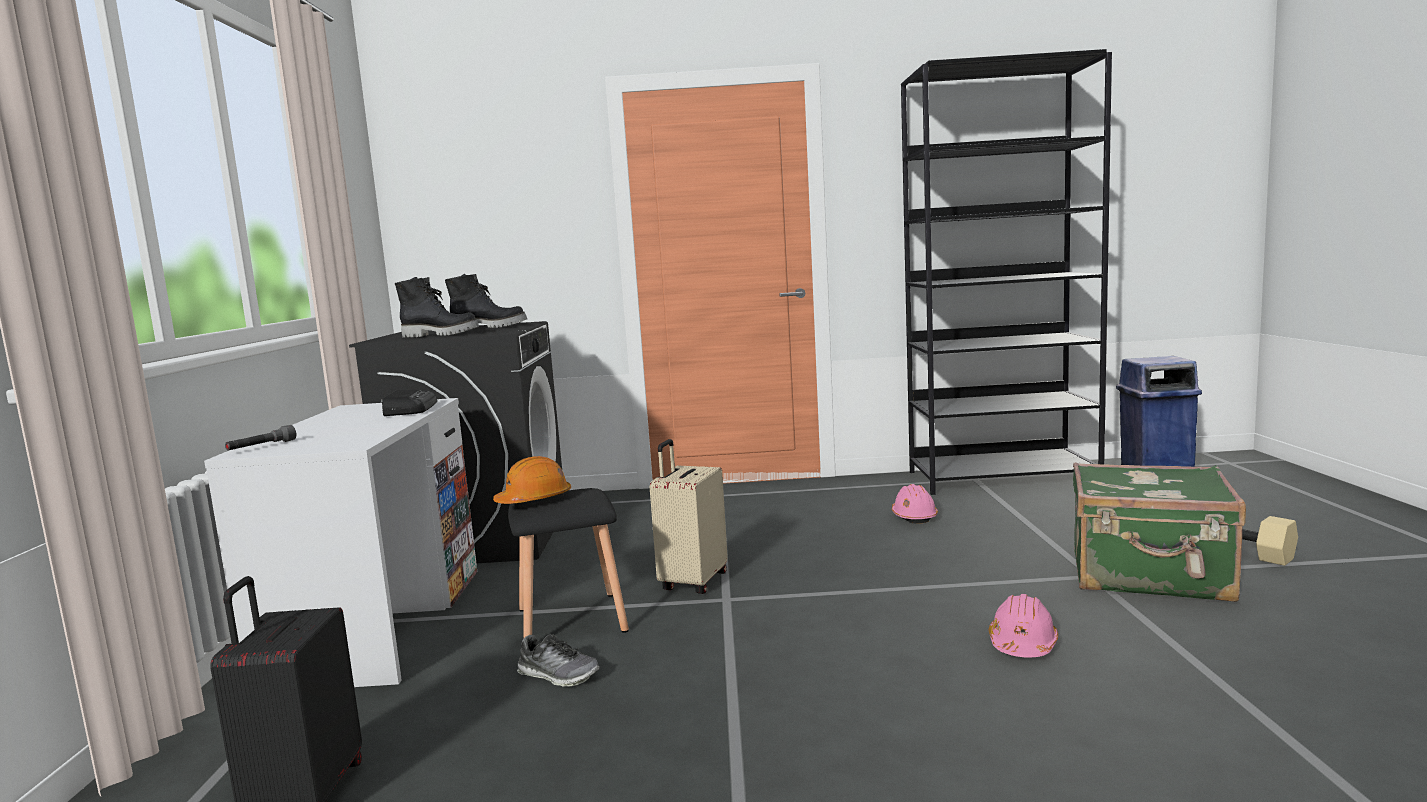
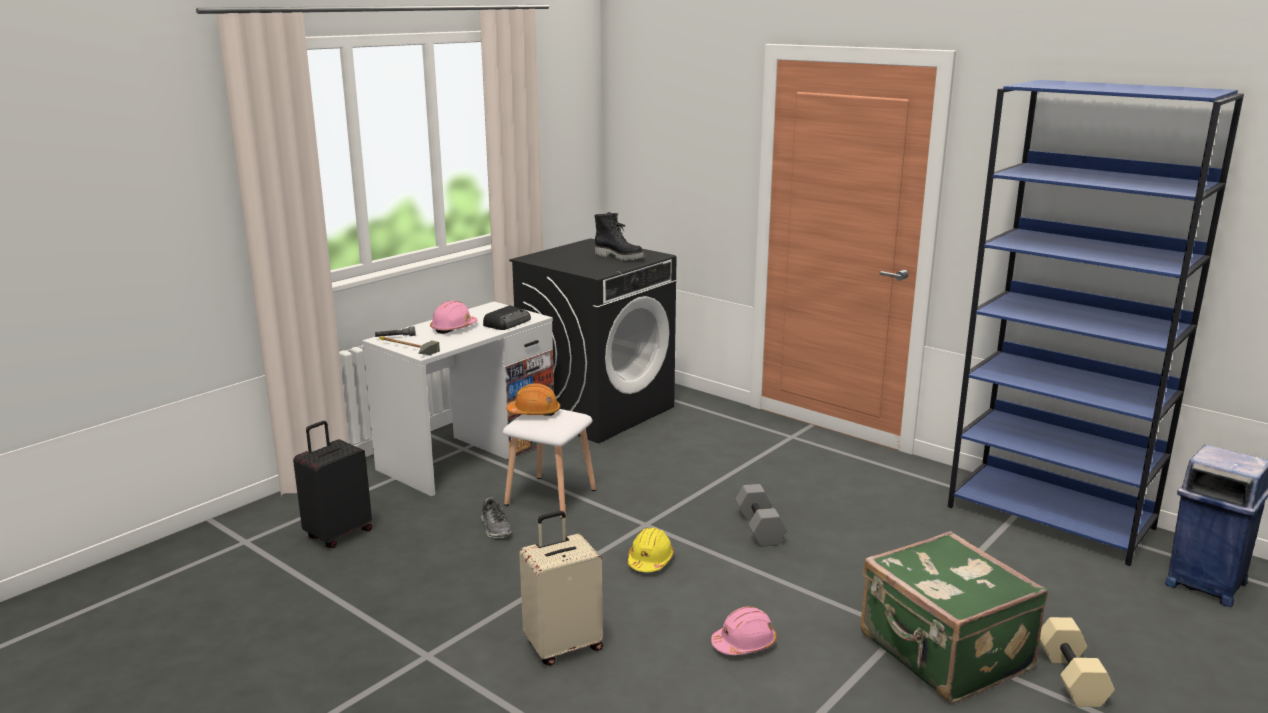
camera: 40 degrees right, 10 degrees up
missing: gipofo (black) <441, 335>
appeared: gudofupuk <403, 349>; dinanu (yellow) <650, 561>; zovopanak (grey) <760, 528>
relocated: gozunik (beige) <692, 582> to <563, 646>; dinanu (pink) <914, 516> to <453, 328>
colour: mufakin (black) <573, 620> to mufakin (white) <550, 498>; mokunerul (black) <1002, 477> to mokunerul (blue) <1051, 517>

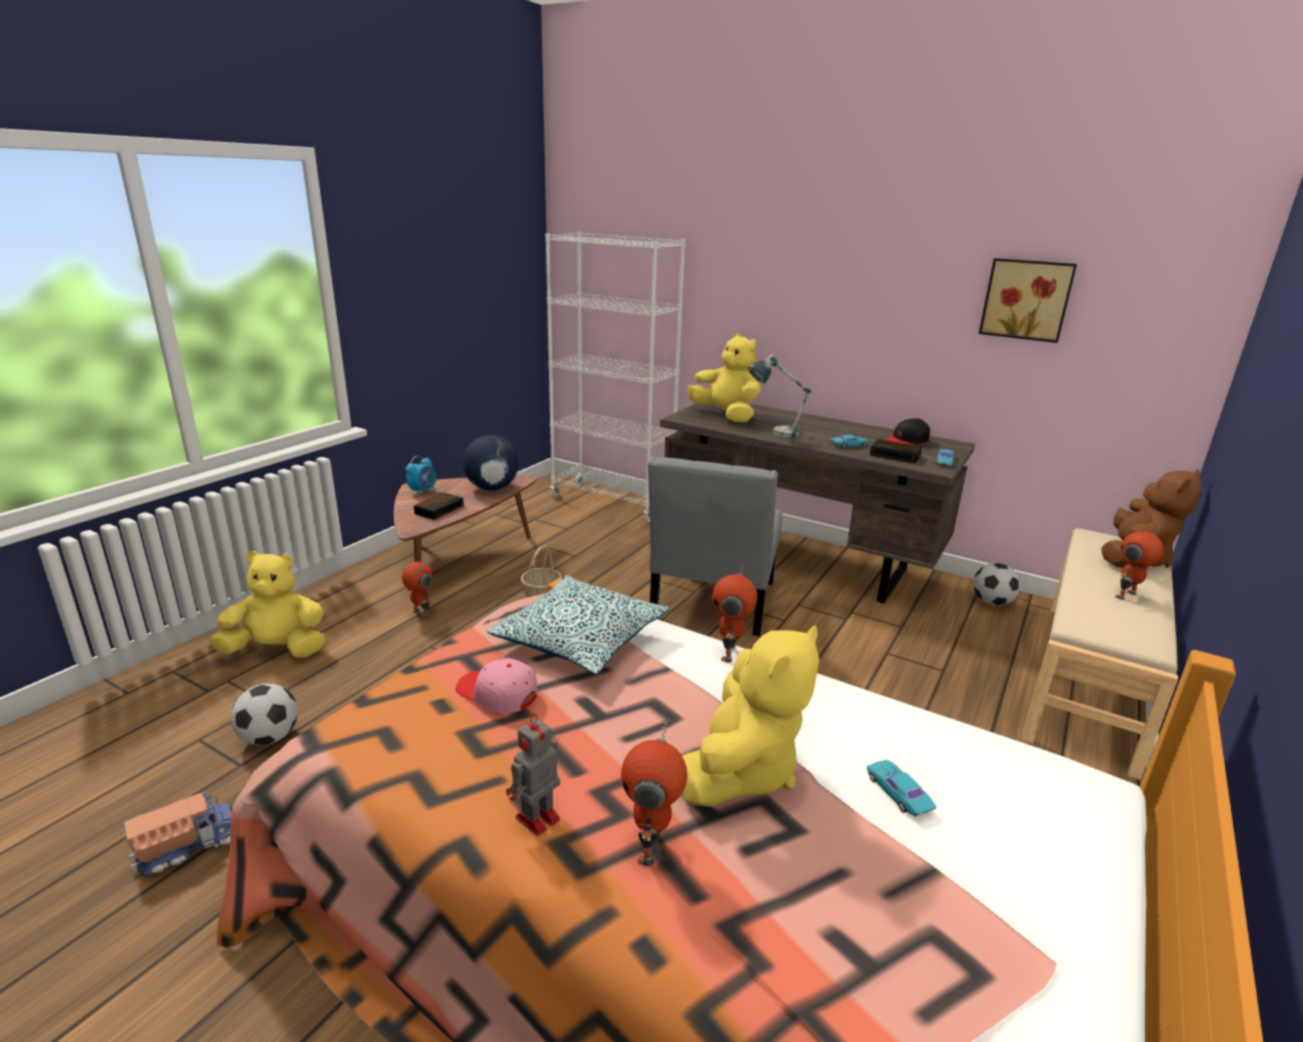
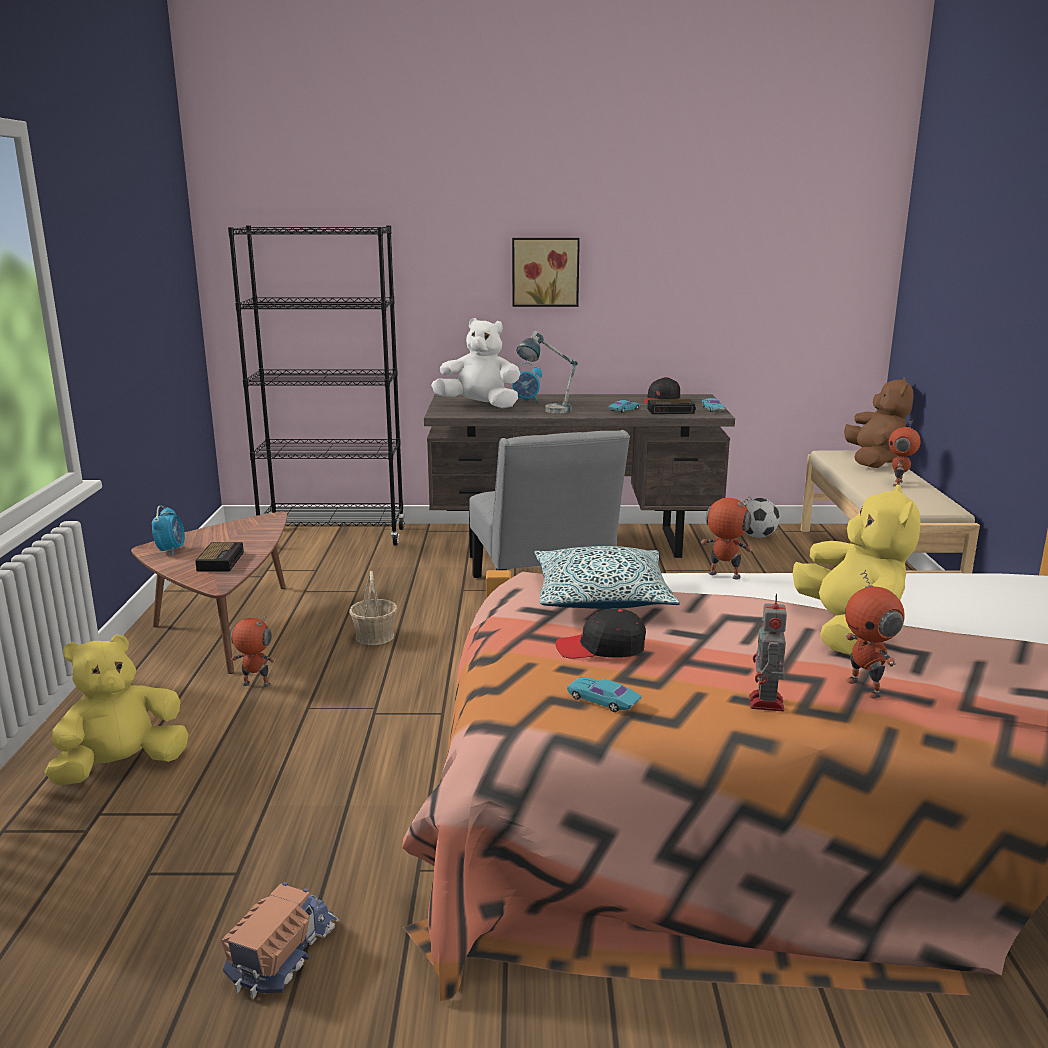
camera: 30 degrees left, 5 degrees down
missing: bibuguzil <270, 738>; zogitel <492, 488>
appeared: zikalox <526, 400>
relocated: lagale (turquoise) <898, 793> to <603, 700>; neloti <1026, 299> to <545, 272>
colour: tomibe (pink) <497, 693> to tomibe (black) <601, 648>; mokunerul (white) <612, 502> to mokunerul (black) <334, 537>; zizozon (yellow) <726, 415> to zizozon (white) <480, 406>
spun: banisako <730, 653> = <723, 576> 135 degrees clockwise

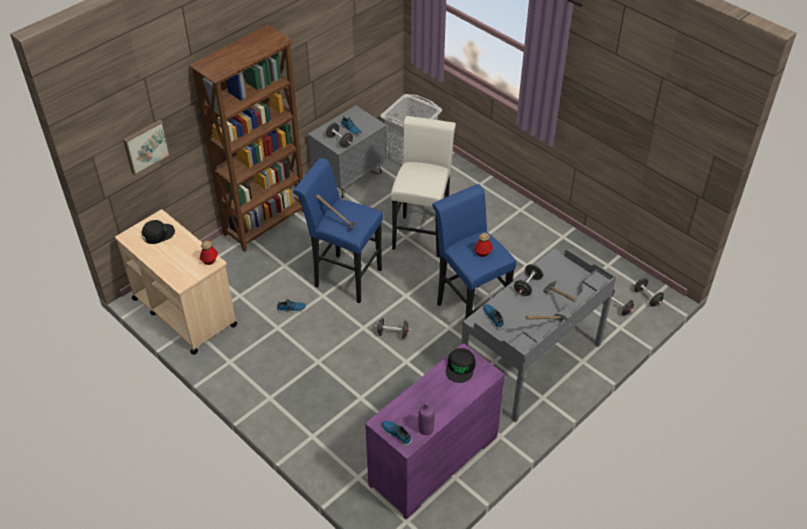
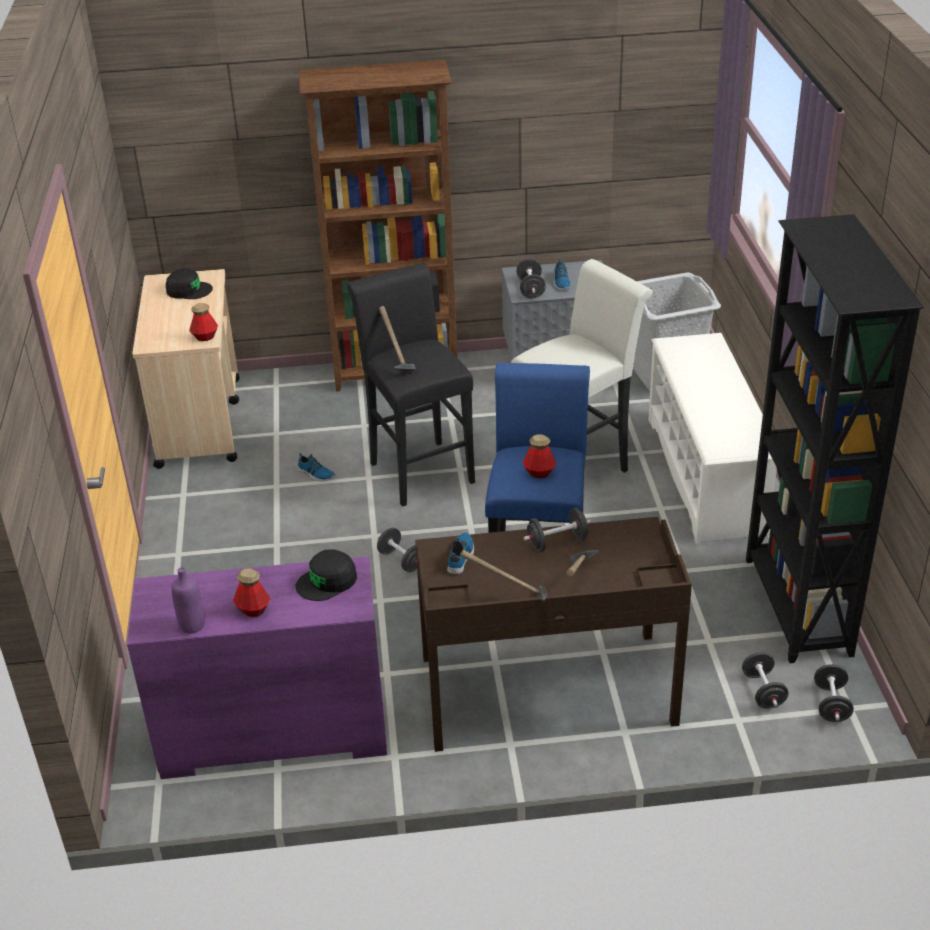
camera: 40 degrees right, 10 degrees down
missing: neloti <145, 146>; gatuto <397, 433>
appeared: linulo <253, 610>; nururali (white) <706, 475>; mokunerul (black) <796, 607>
colour: mufakin (blue) <343, 276> to mufakin (black) <418, 468>; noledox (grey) <531, 362> to noledox (brown) <547, 691>

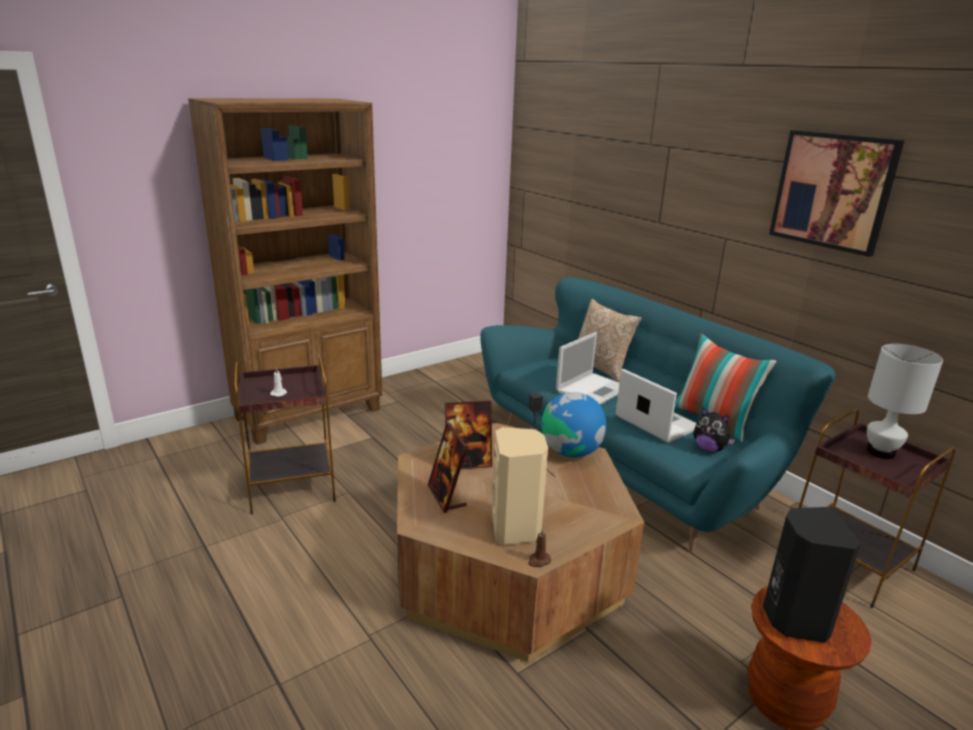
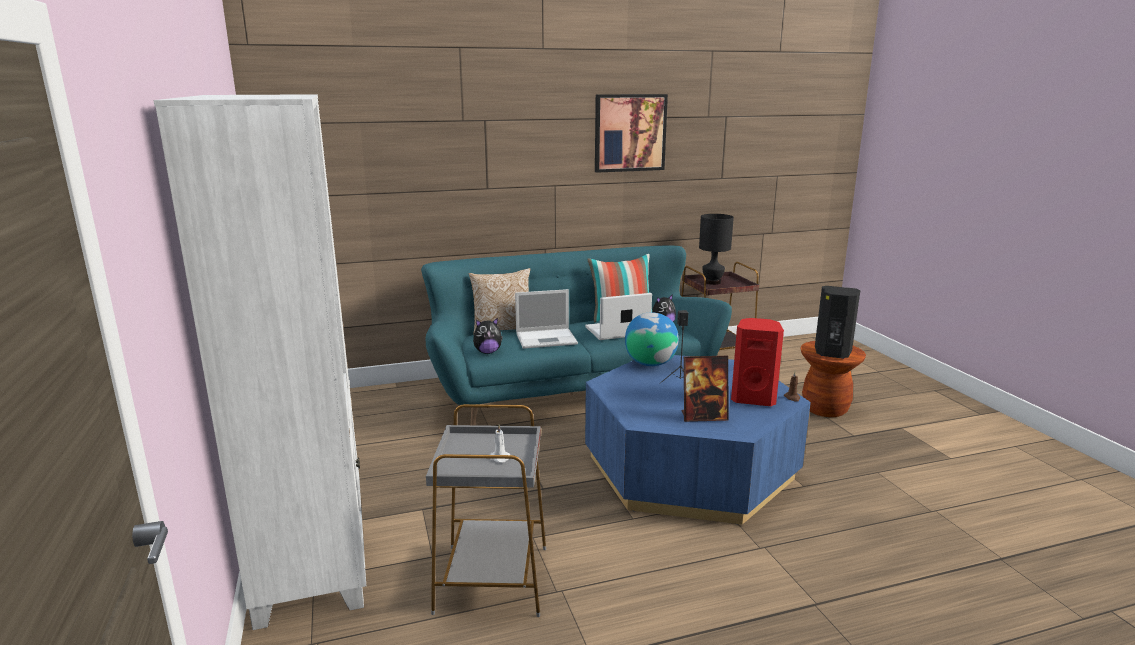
camera: 70 degrees left, 5 degrees down
missing: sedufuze <467, 463>
appeared: zizozon <487, 352>
colour: mokunerul (brown) <310, 414> to mokunerul (white) <314, 552>; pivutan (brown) <293, 485> to pivutan (grey) <493, 578>; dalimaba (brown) <508, 568> to dalimaba (blue) <689, 468>; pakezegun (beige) <516, 528> to pakezegun (red) <753, 398>; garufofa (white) <881, 452> to garufofa (black) <712, 282>
spun: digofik <593, 389> = <547, 338> 105 degrees clockwise

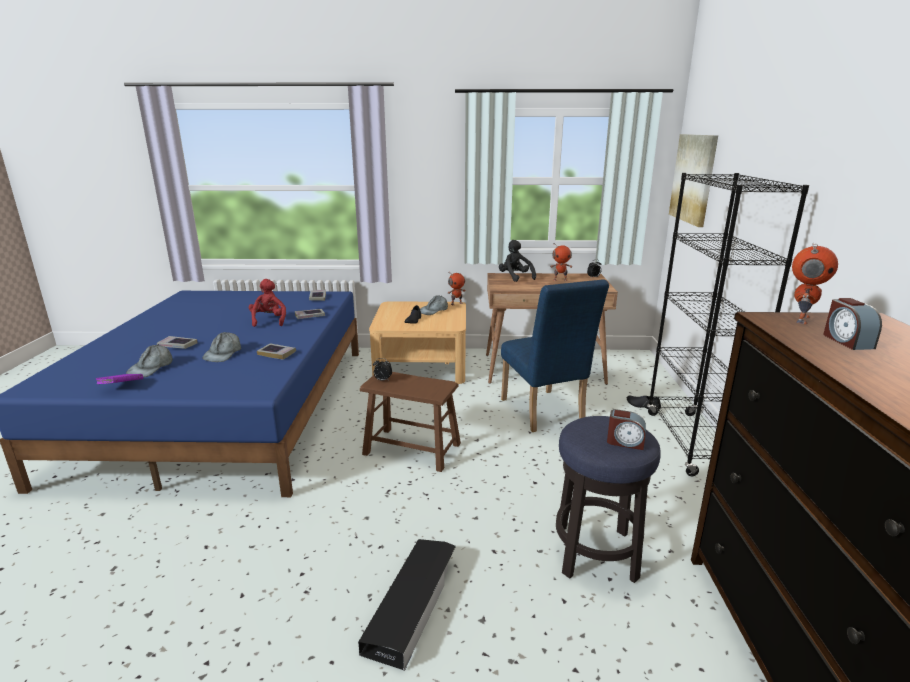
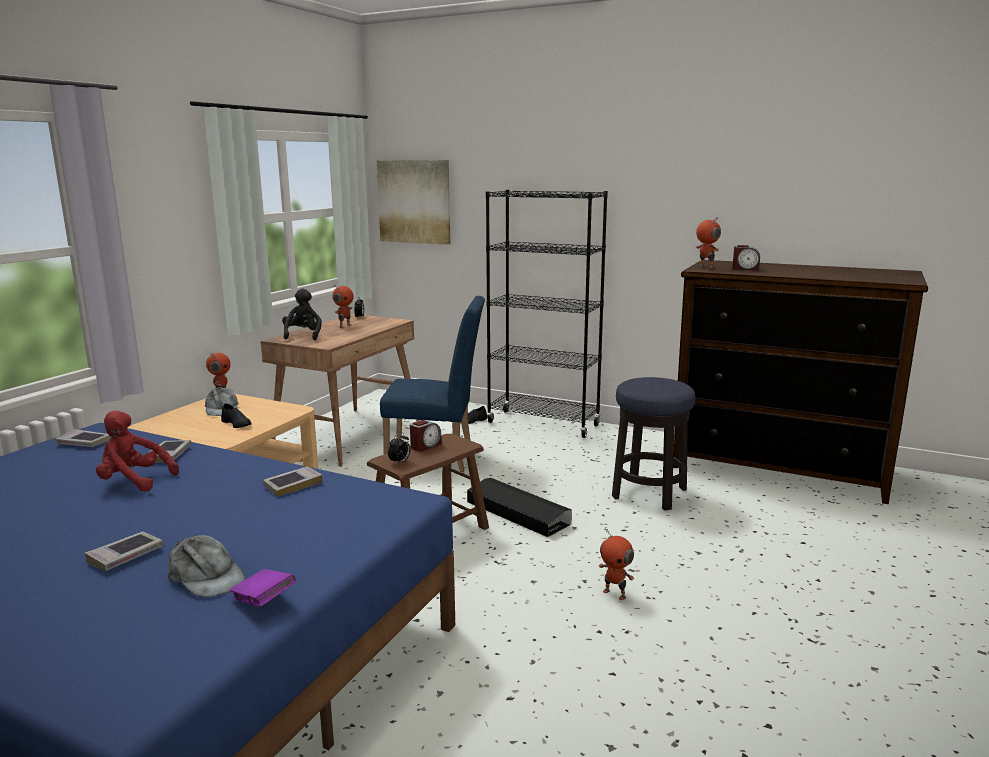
camera: 65 degrees left, 5 degrees down
missing: tomibe (grey) <223, 353>
appeared: banisako <615, 594>
relocated: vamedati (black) <413, 603> to <517, 513>; zikalox <625, 442> to <425, 446>
spun: zizozon (black) <515, 277> = <303, 335> 90 degrees clockwise

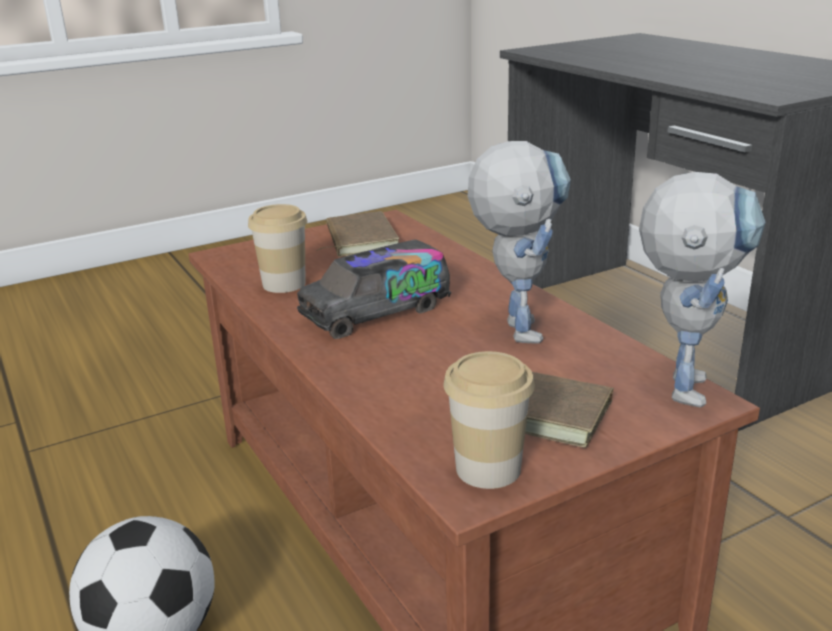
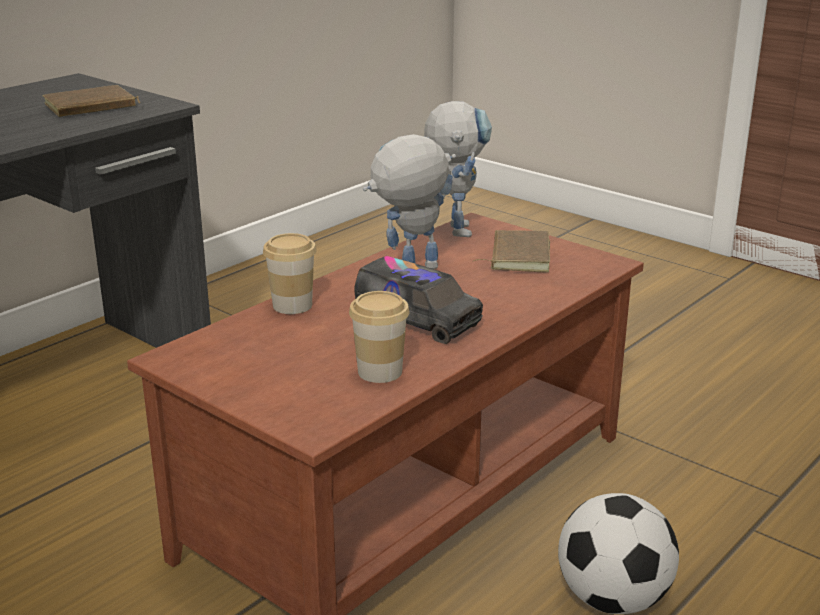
camera: 110 degrees left, 0 degrees up
relocated: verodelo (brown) <358, 240> to <90, 107>; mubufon <488, 469> to <292, 305>
spun: banisako <681, 380> = <455, 226> 90 degrees clockwise

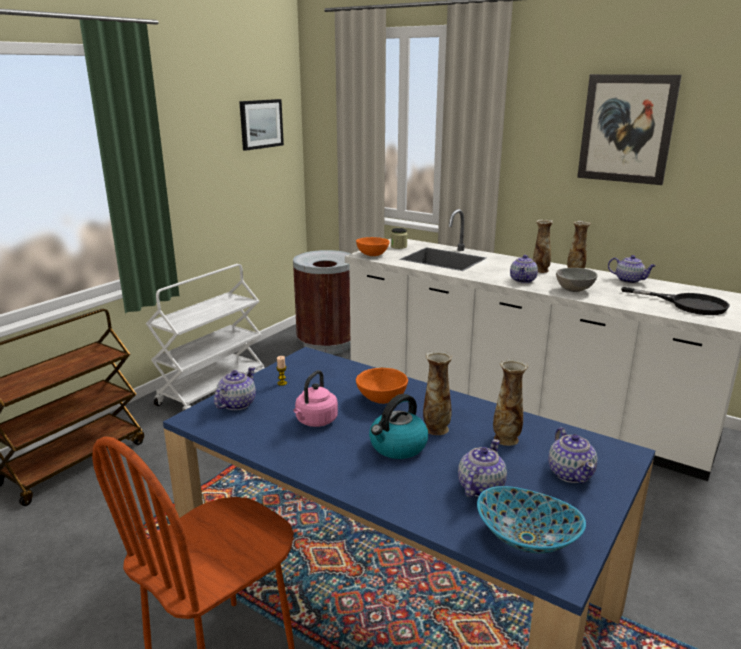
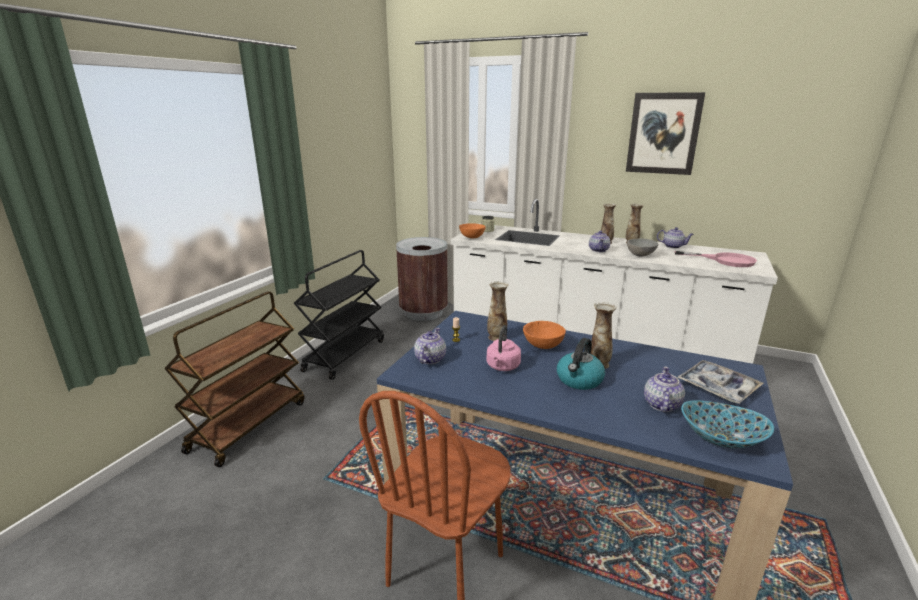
camera: 10 degrees left, 0 degrees up
missing: neloti <261, 124>
relocated: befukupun <506, 439> to <496, 337>
exchanged: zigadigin <570, 473> to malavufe <717, 387>
colour: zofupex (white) <212, 389> to zofupex (black) <345, 355>; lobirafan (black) <687, 304> to lobirafan (pink) <725, 260>

